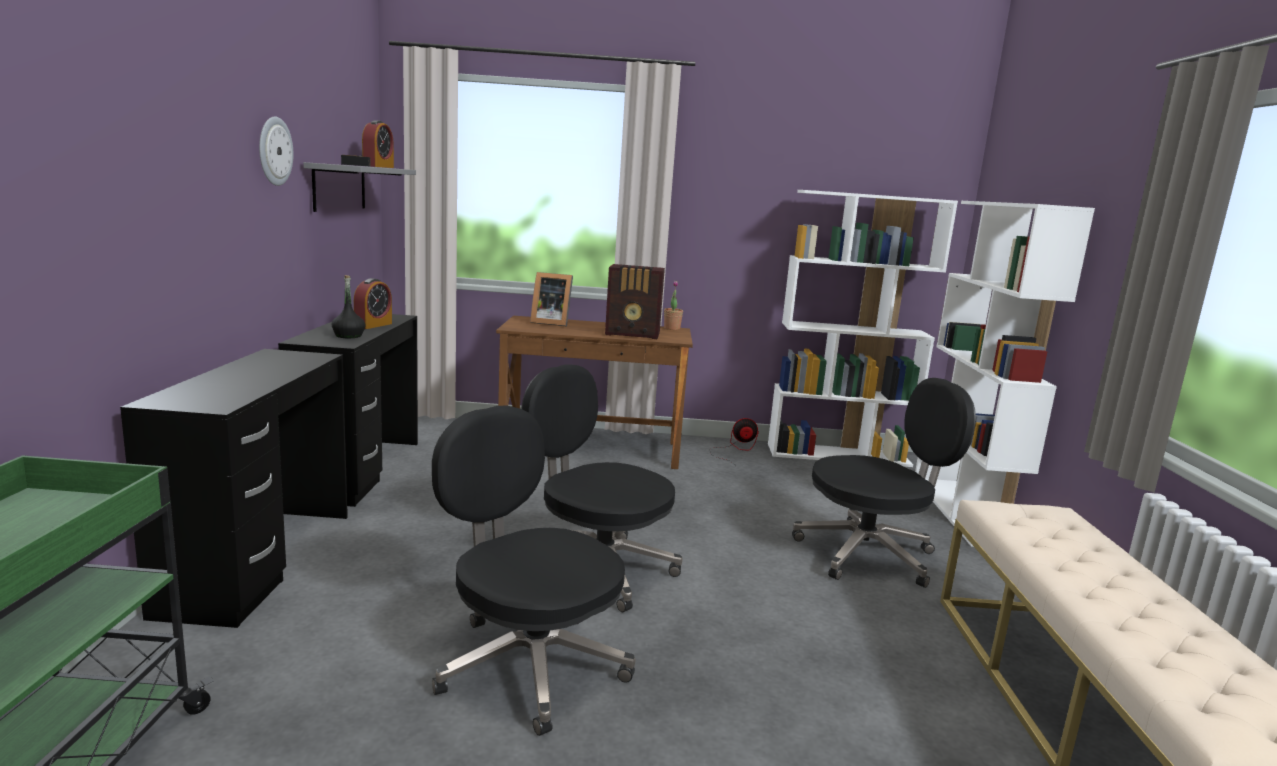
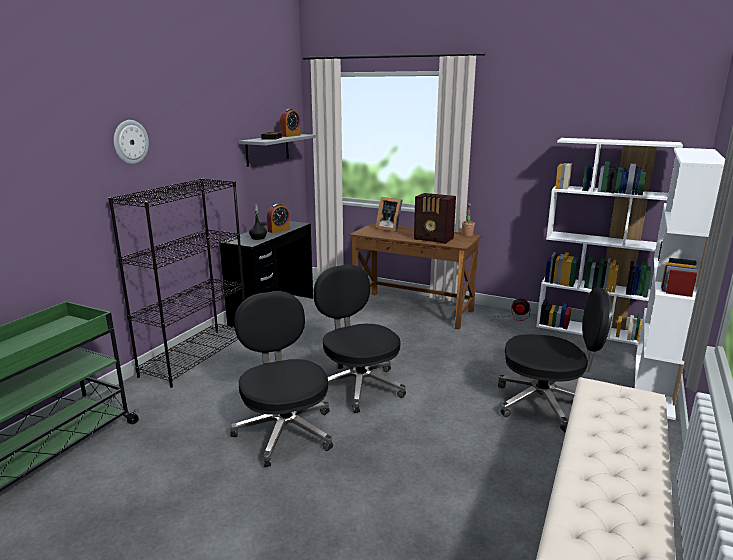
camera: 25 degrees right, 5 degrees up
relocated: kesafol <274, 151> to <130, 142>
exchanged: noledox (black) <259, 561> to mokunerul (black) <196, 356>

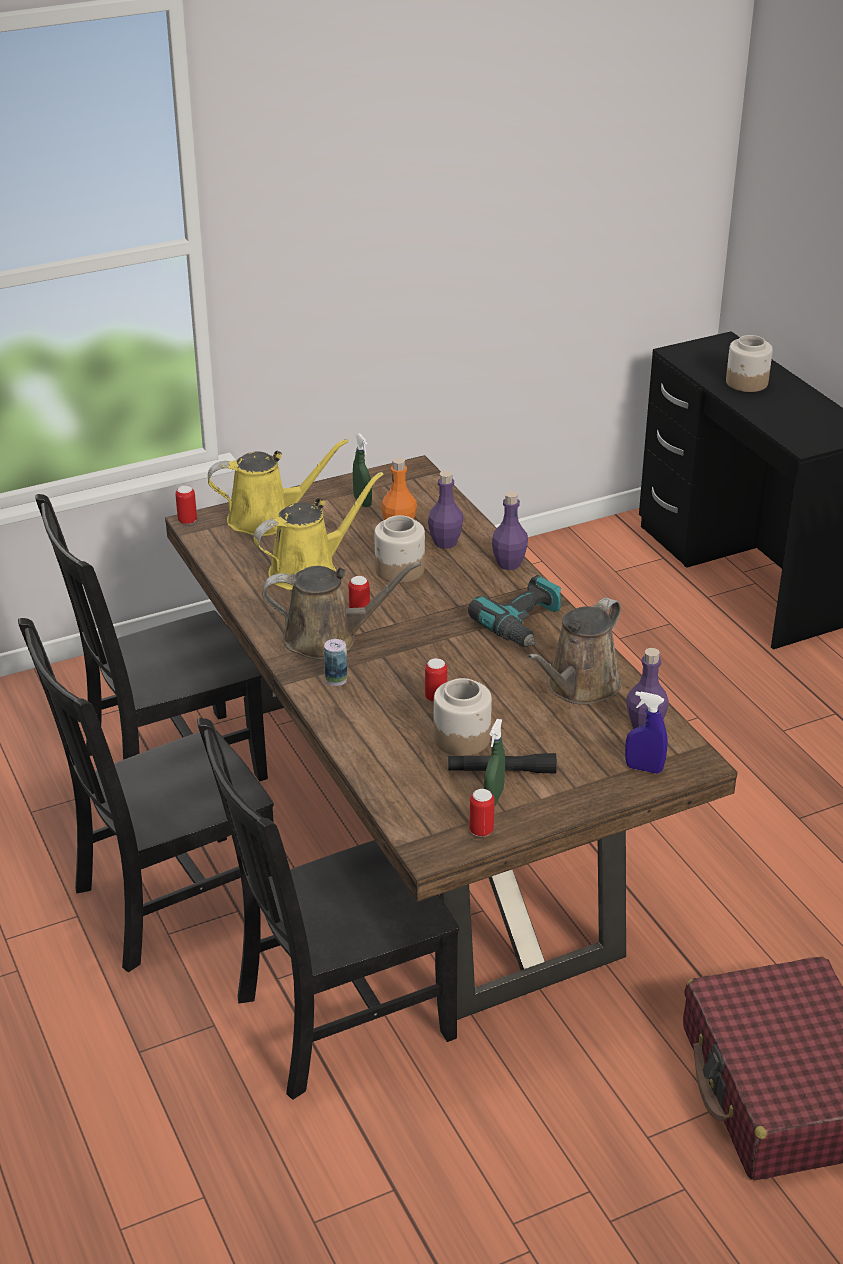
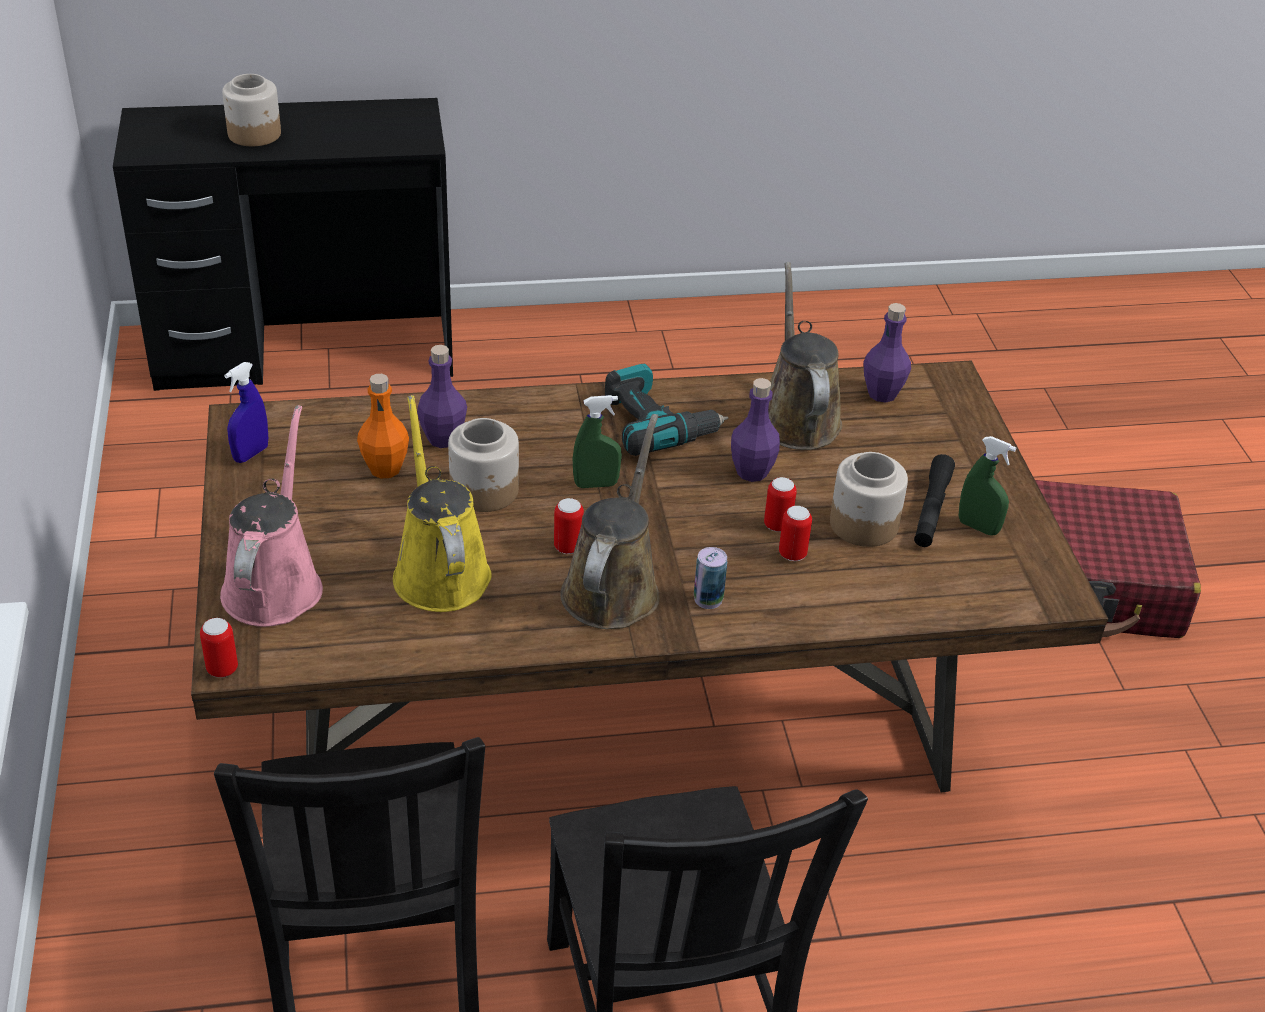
camera: 75 degrees left, 5 degrees up
missing: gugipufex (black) <337, 1019>
relocated: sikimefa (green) <362, 502> to <596, 484>; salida <481, 830> to <792, 554>; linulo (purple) <509, 564> to <752, 472>; sikimefa (blue) <644, 768> to <251, 454>
colour: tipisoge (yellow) <267, 519> to tipisoge (pink) <275, 583>
spun: tipisoge (brown) <579, 687> = <796, 417> 150 degrees counterclockwise

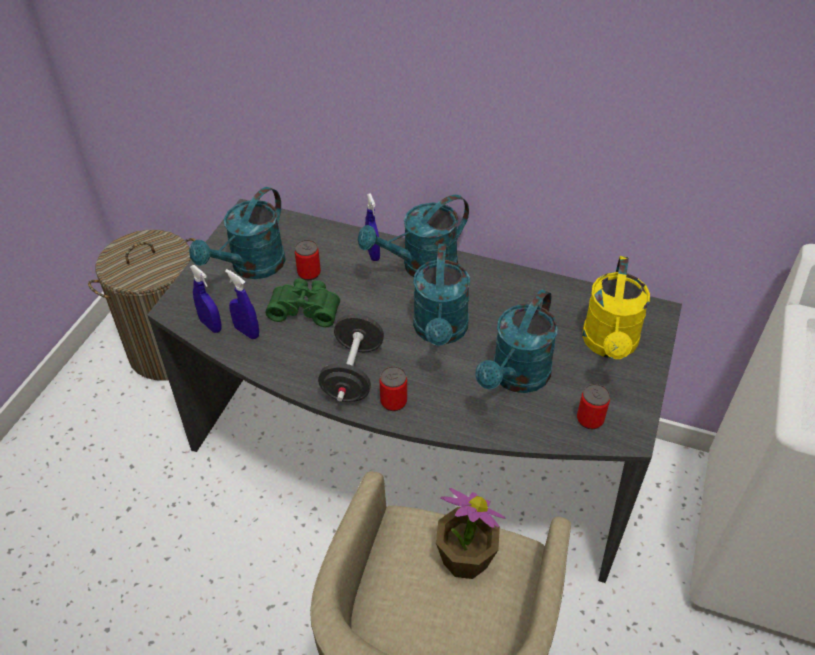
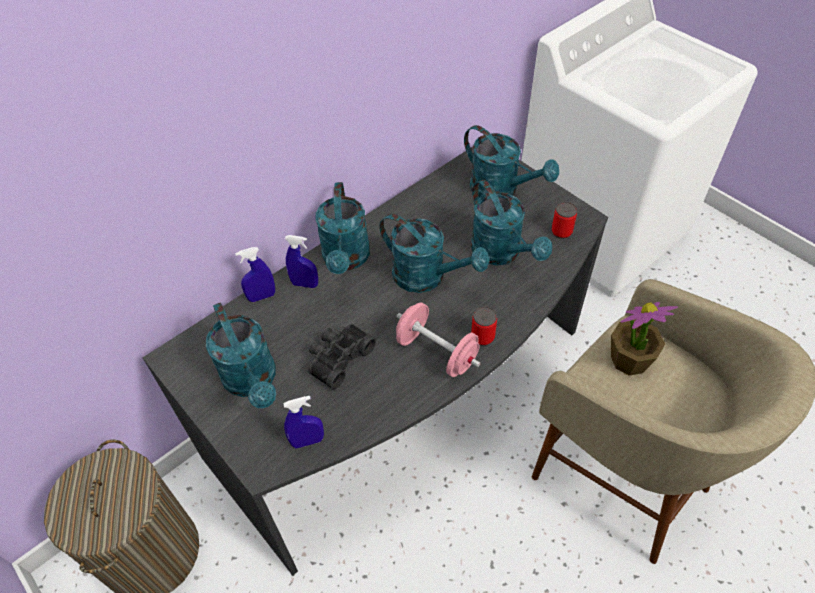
camera: 60 degrees left, 5 degrees up
missing: salida <309, 273>
relocated: sikimefa (blue) <247, 332> to <262, 296>
colour: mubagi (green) <305, 308> to mubagi (black) <338, 358>; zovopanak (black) <353, 374> to zovopanak (pink) <437, 352>; tipisoge (yellow) <610, 345> to tipisoge (turquoise) <501, 190>

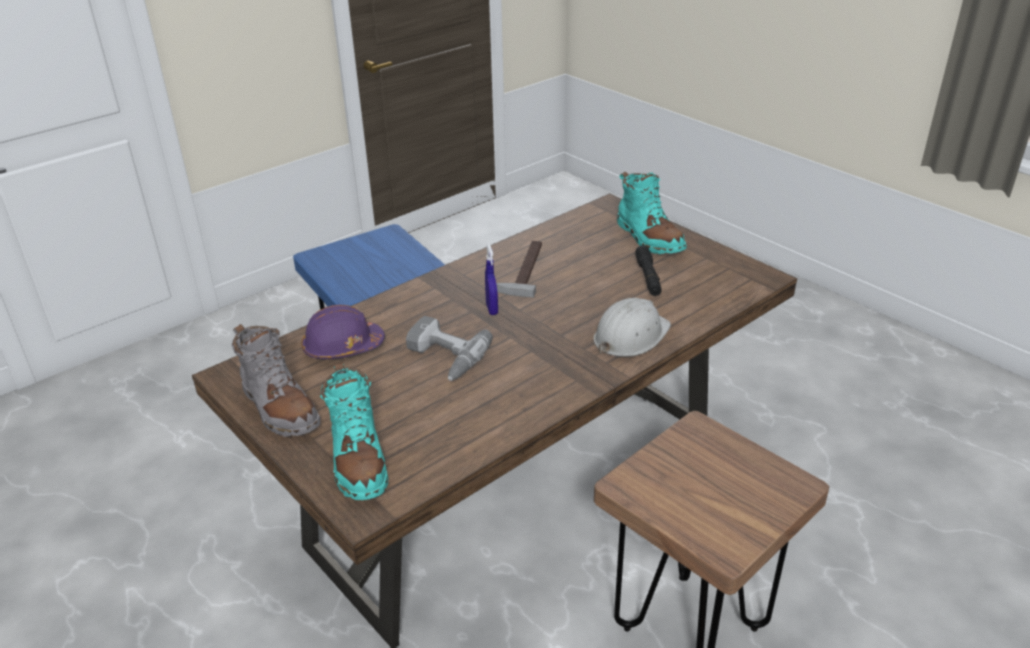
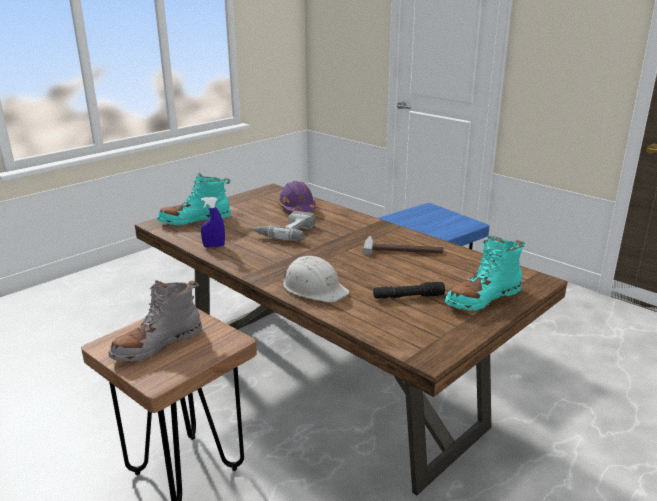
camera: 85 degrees right, 10 degrees down
relocated: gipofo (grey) <279, 408> to <158, 344>; sikimefa (blue) <492, 309> to <214, 246>

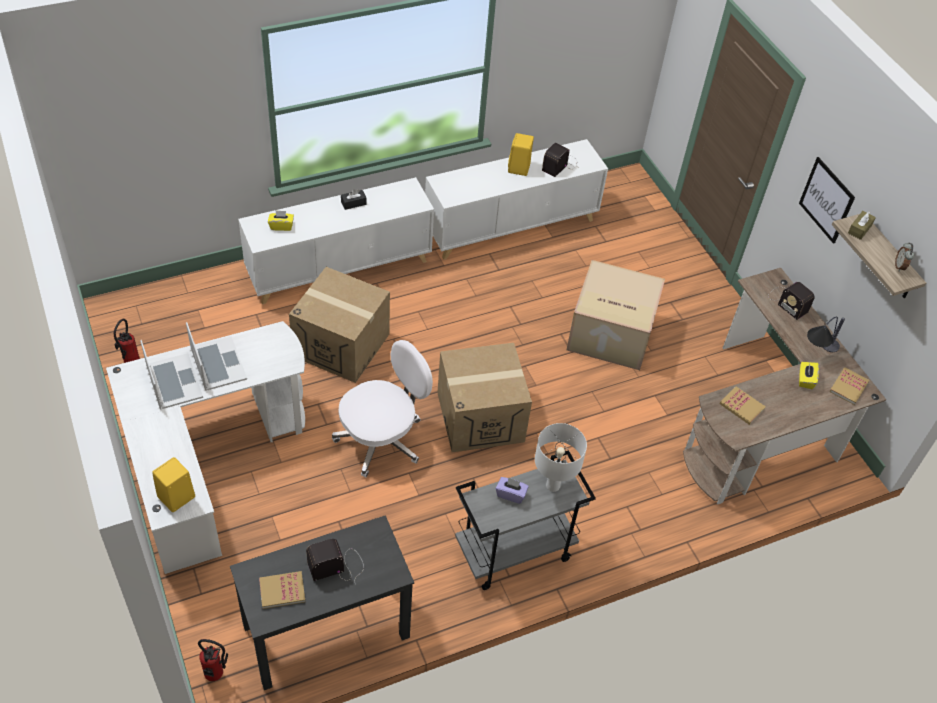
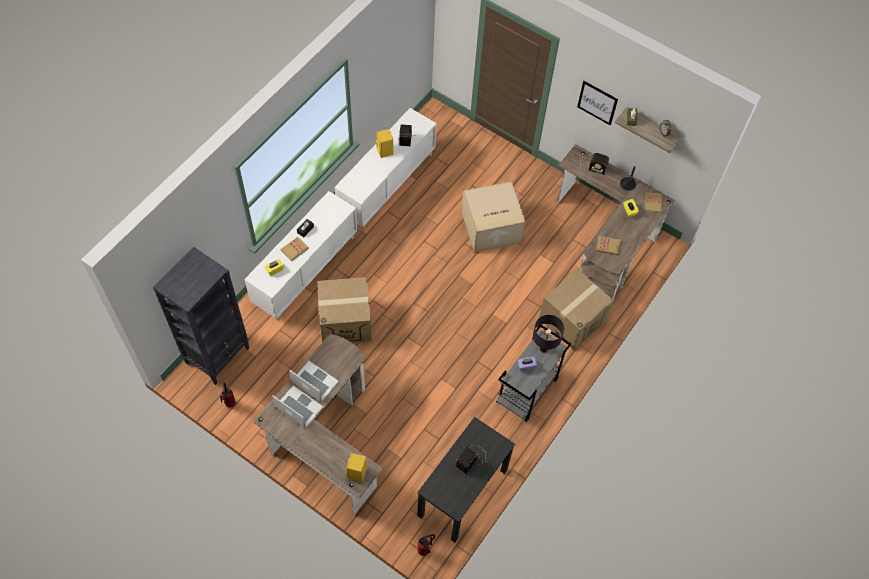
camera: 30 degrees left, 10 degrees up
missing: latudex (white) <381, 439>
appeared: mokunerul (black) <218, 355>
relocated: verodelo <282, 591> to <294, 249>; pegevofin <480, 417> to <572, 319>
colour: noledox (white) <206, 460> to noledox (brown) <324, 438>; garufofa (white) <553, 485> to garufofa (black) <543, 348>

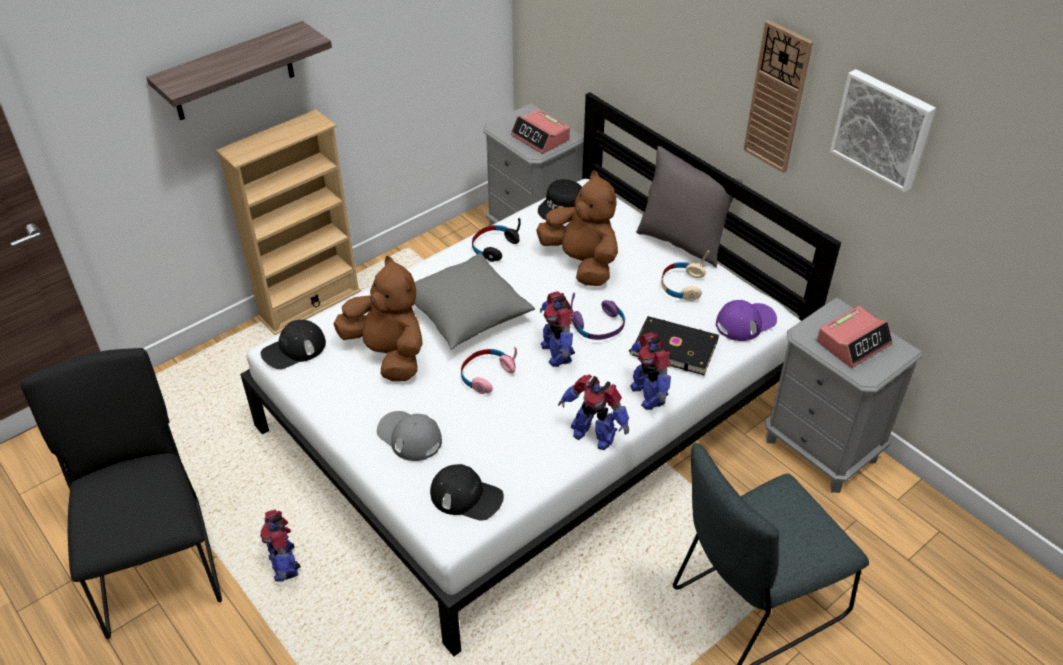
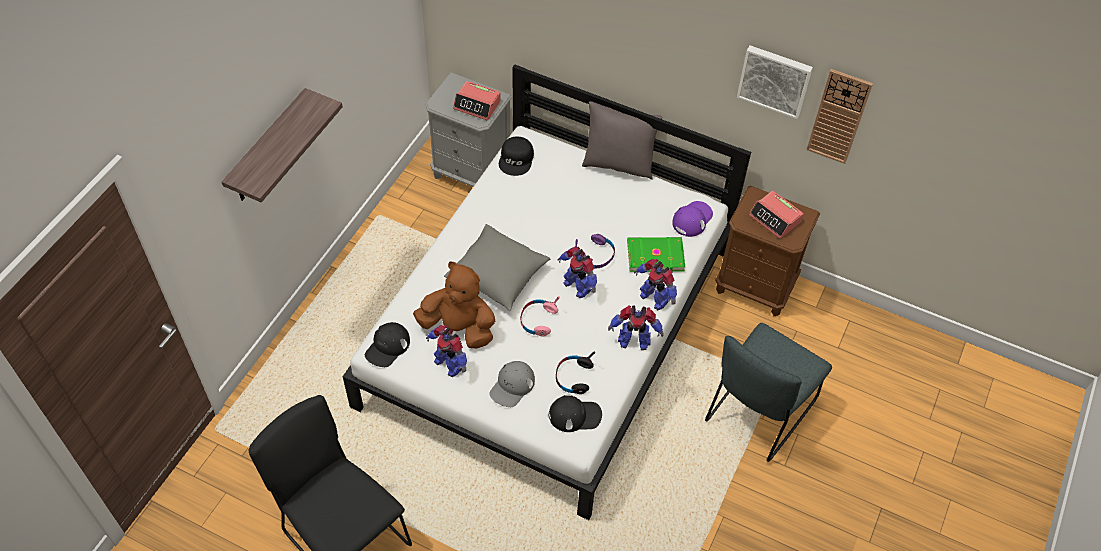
camera: 25 degrees left, 10 degrees up
missing: mokunerul (beige) <310, 304>; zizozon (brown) <581, 263>; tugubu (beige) <682, 286>
relocated: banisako <285, 564> to <449, 363>; tugubu (black) <494, 247> to <573, 377>; kesafol <777, 98> to <838, 116>
colour: verodelo (black) <674, 347> to verodelo (green) <655, 255>; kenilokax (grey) <821, 449> to kenilokax (brown) <755, 286>
spun: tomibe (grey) <409, 436> = <512, 386> 75 degrees counterclockwise; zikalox <853, 343> = <775, 219> 105 degrees clockwise

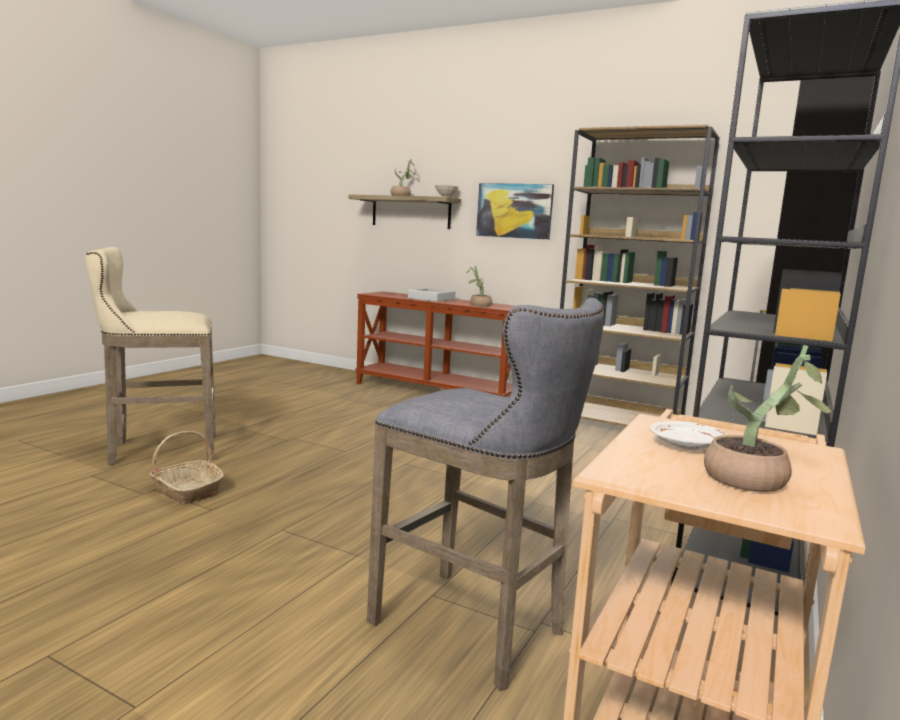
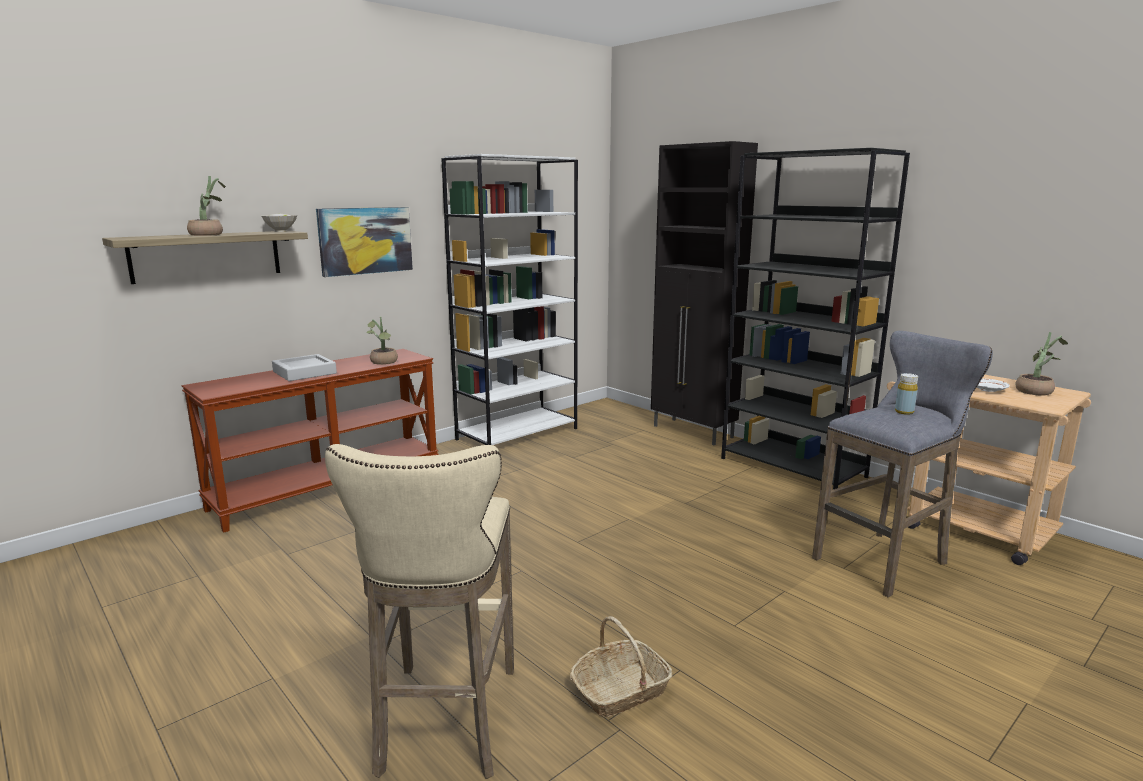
camera: 70 degrees left, 5 degrees up
appeared: linulo (yellow) <904, 412>
colour: mokunerul (brown) <617, 425> to mokunerul (white) <517, 433>

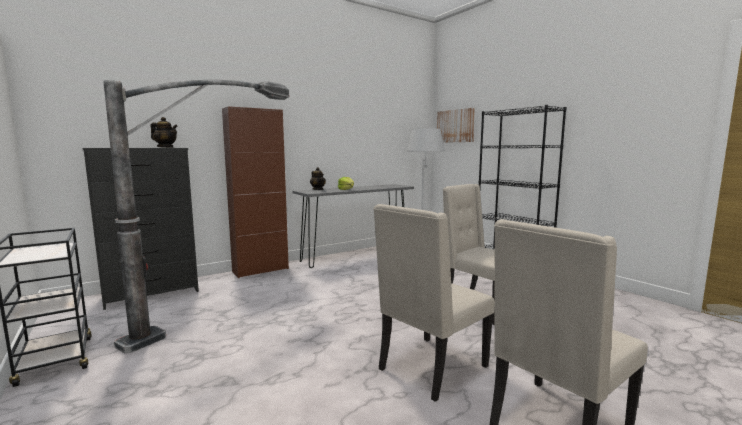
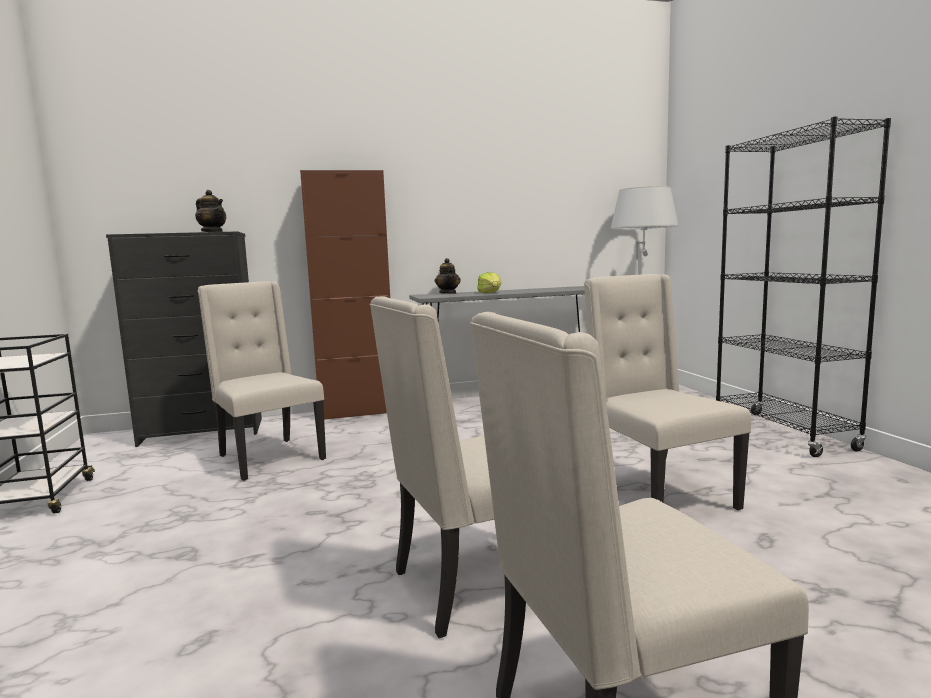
camera: 20 degrees right, 0 degrees up
missing: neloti <455, 126>
exchanged: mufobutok <224, 307> to gugipufex (beige) <268, 457>

